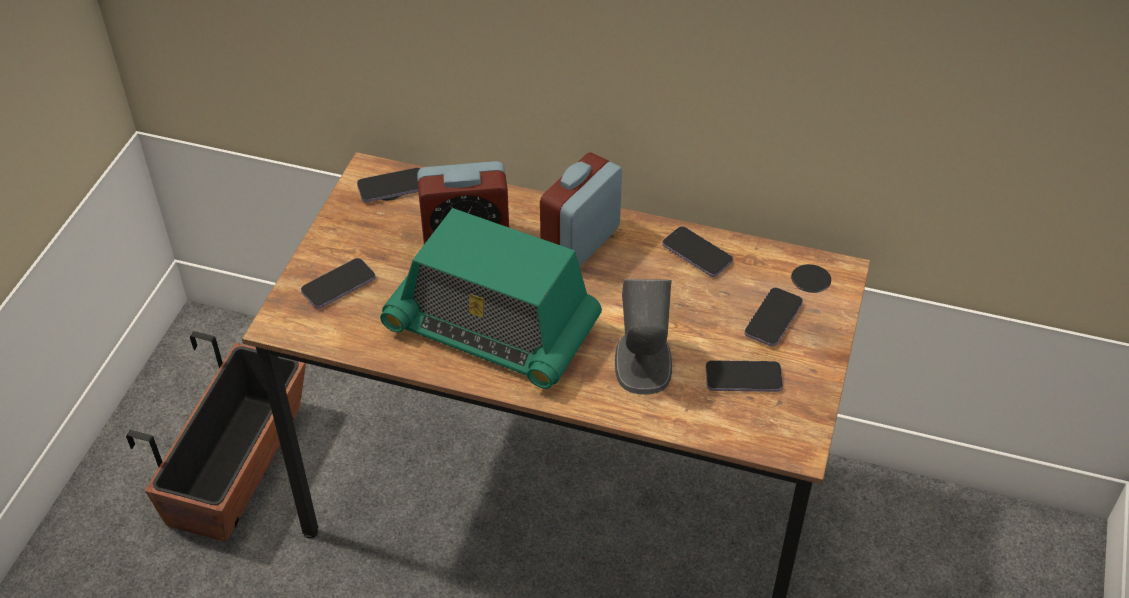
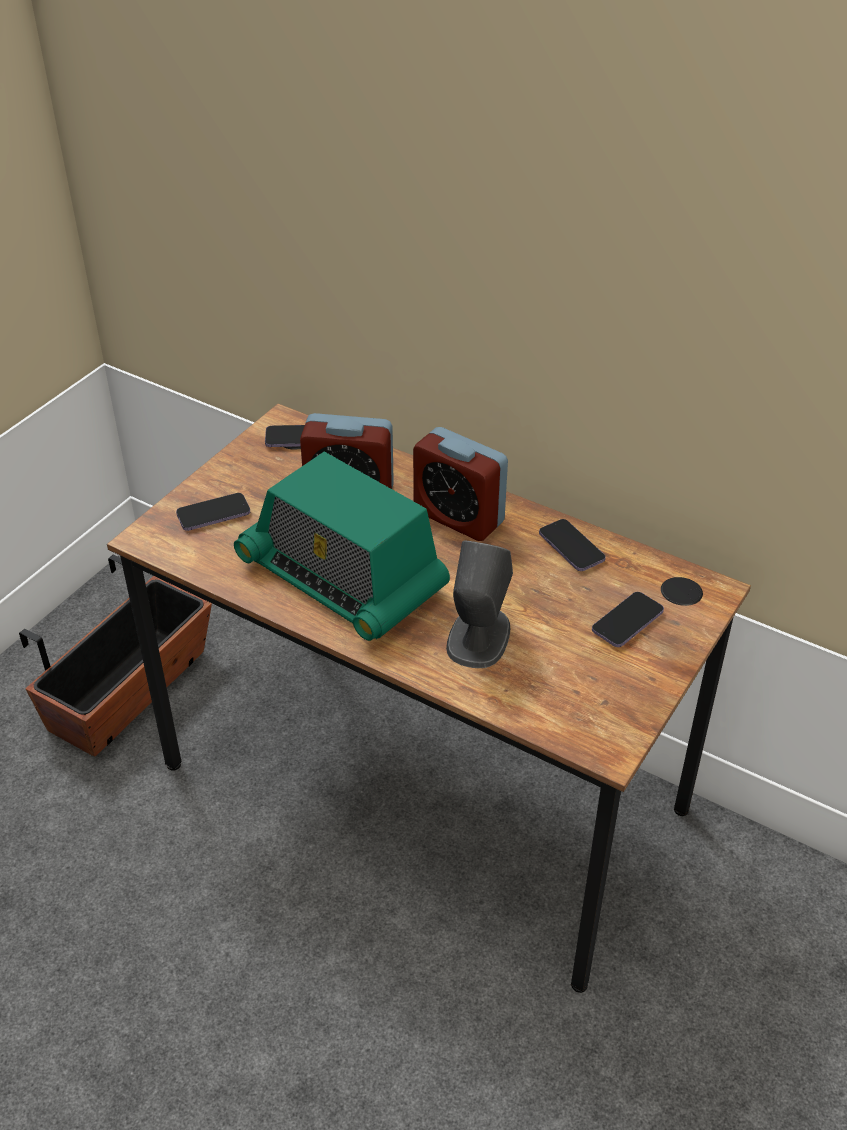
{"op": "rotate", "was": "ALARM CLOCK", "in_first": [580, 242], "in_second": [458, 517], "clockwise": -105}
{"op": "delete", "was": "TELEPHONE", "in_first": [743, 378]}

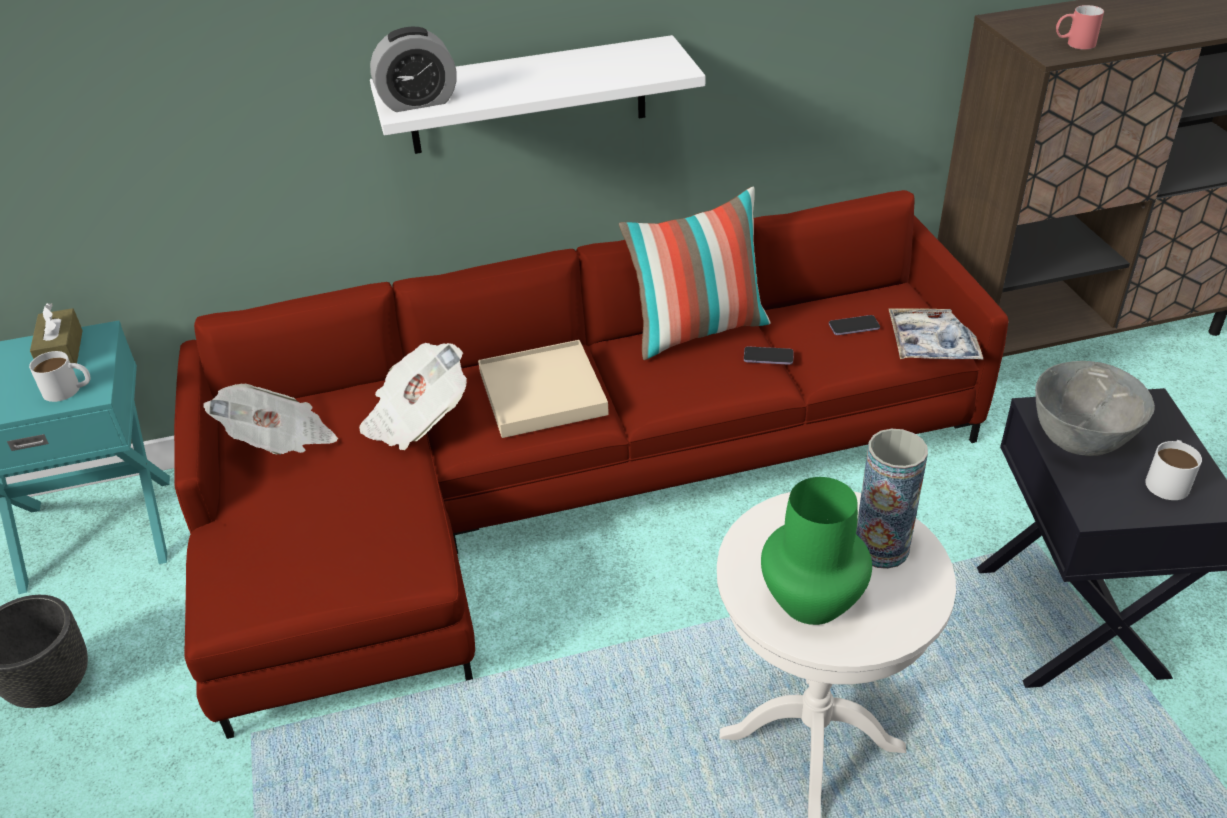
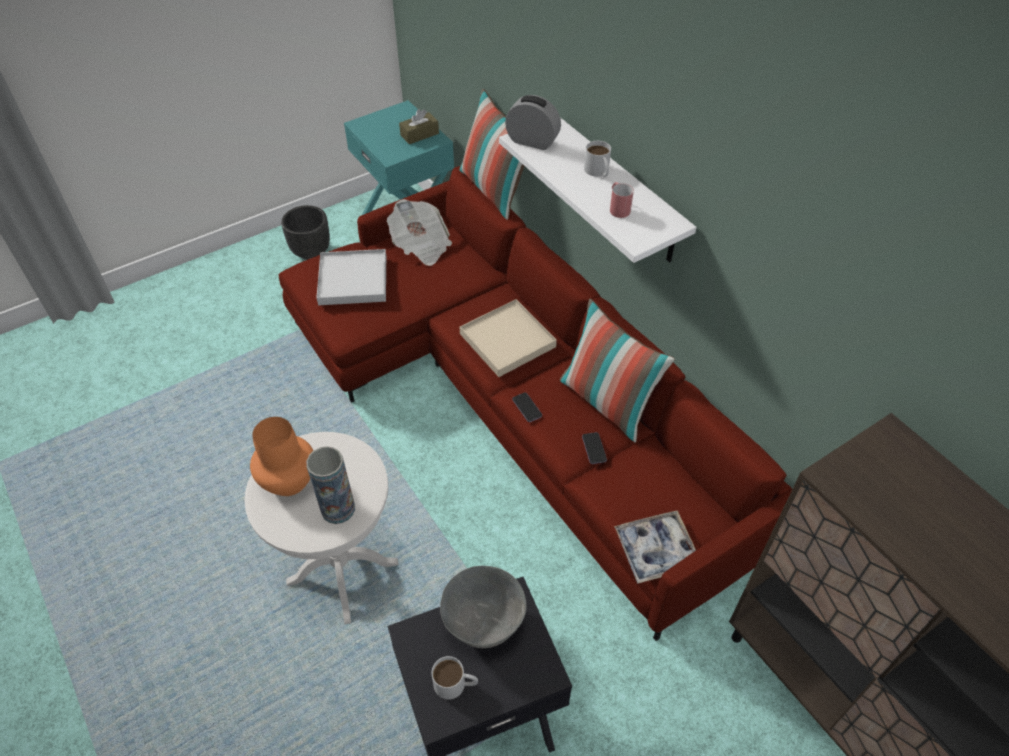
{"op": "move", "was": "WHITE-COLOURED MUG", "in_first": [69, 389], "in_second": [598, 172]}
{"op": "delete", "was": "NEWSPAPER", "in_first": [416, 419]}
{"op": "rotate", "was": "ALARM CLOCK", "in_first": [418, 102], "in_second": [532, 141], "clockwise": 150}
{"op": "recolor", "was": "GREENISH VASE", "now": "ORANGE-COLOURED VASE", "in_first": [809, 600], "in_second": [289, 480]}
{"op": "move", "was": "TELEPHONE", "in_first": [854, 327], "in_second": [527, 408]}
{"op": "move", "was": "REDDISH MUG", "in_first": [1074, 44], "in_second": [618, 207]}
{"op": "insert", "now": "WHITE-COLOURED TRAY", "in_second": [353, 280]}
{"op": "insert", "now": "CUSHION", "in_second": [495, 190]}

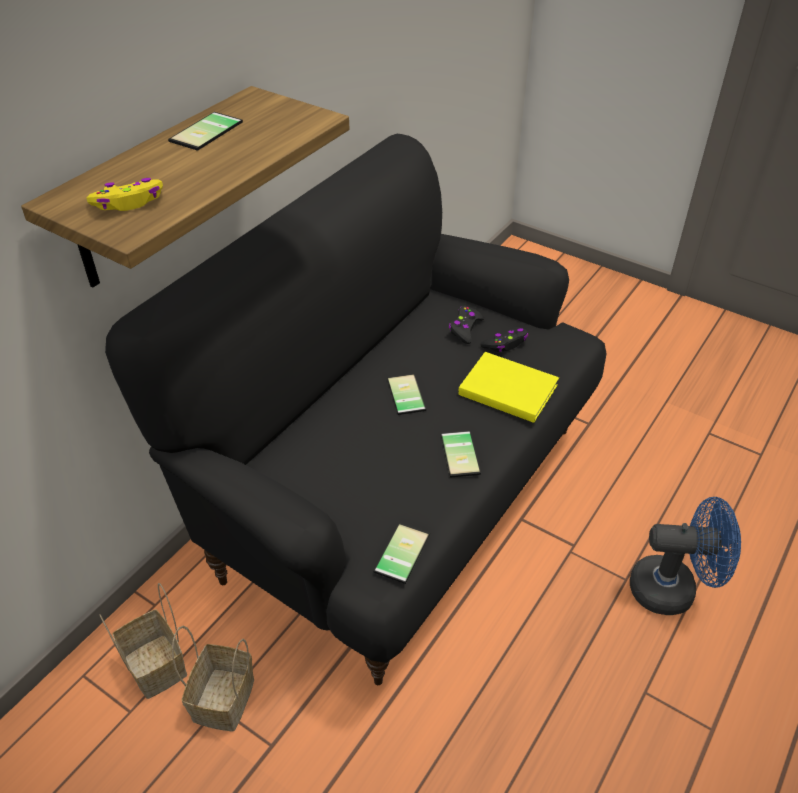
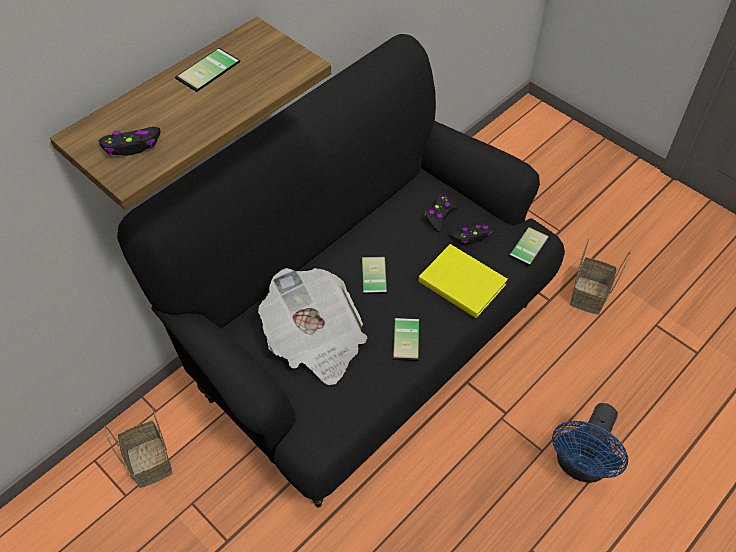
{"op": "recolor", "was": "YELLOWISH GAMEPAD", "now": "BLACK GAMEPAD", "in_first": [129, 203], "in_second": [132, 146]}
{"op": "move", "was": "HOUSEHOLD BASKET", "in_first": [224, 702], "in_second": [589, 297]}
{"op": "move", "was": "TELEPHONE", "in_first": [399, 551], "in_second": [527, 245]}
{"op": "rotate", "was": "BLUISH COOLING FAN", "in_first": [673, 589], "in_second": [580, 466], "clockwise": 105}
{"op": "insert", "now": "NEWSPAPER", "in_second": [315, 340]}

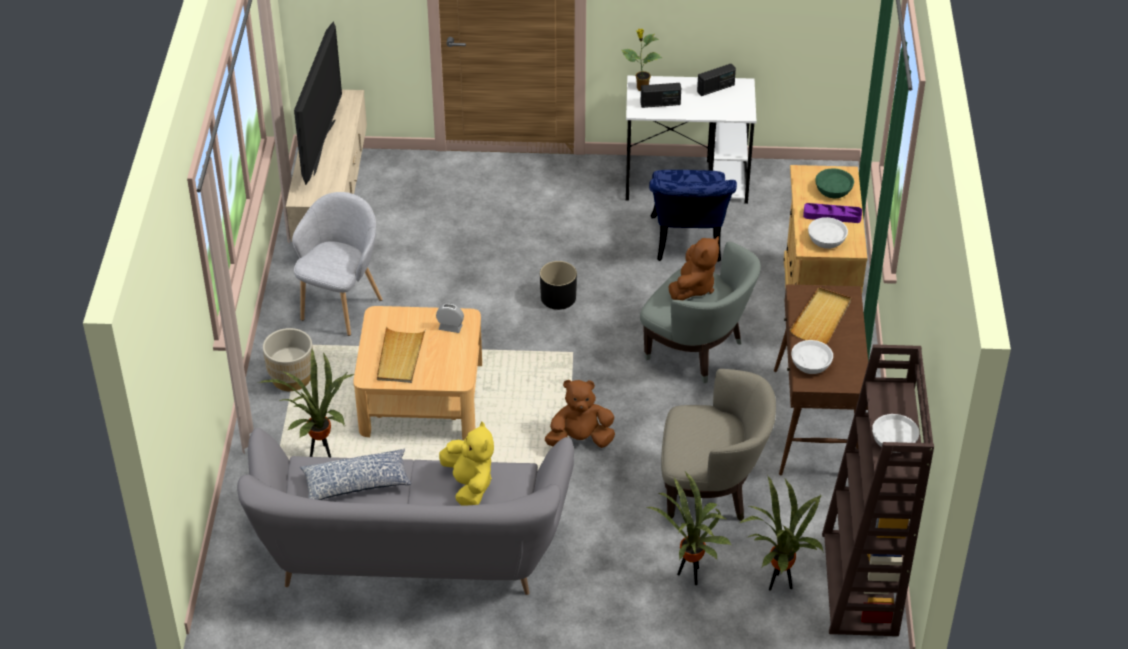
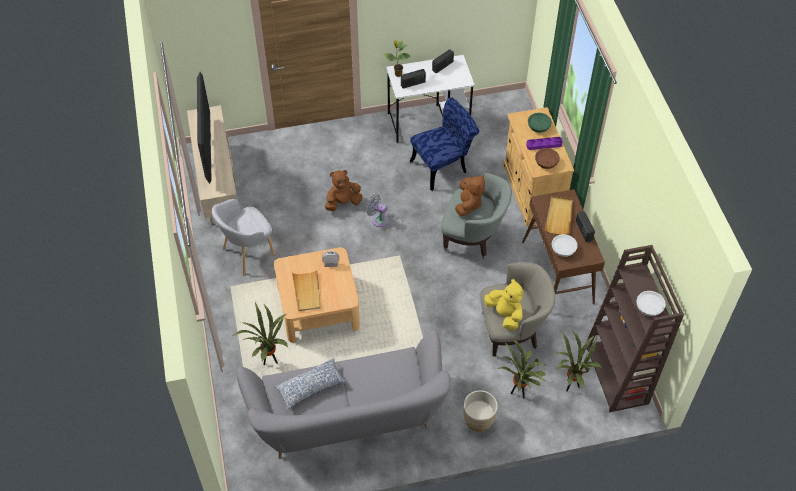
{"op": "move", "was": "SAND-COLOURED PLANTER", "in_first": [291, 378], "in_second": [478, 420]}
{"op": "rotate", "was": "GREY ARMCHAIR", "in_first": [341, 306], "in_second": [247, 253], "clockwise": -135}
{"op": "move", "was": "YELLOWISH CUDDLY TOY", "in_first": [469, 485], "in_second": [505, 314]}
{"op": "replace", "was": "BLACK PLANTER", "now": "GREY COOLING FAN", "in_first": [558, 298], "in_second": [378, 219]}
{"op": "move", "was": "BROWNISH CUDDLY TOY", "in_first": [580, 439], "in_second": [343, 202]}
{"op": "rotate", "was": "BLUISH UPRIGHT CHAIR", "in_first": [687, 244], "in_second": [443, 166], "clockwise": -105}
{"op": "recolor", "was": "WHITE-COLOURED BOWL", "now": "BROWNISH BOWL", "in_first": [826, 239], "in_second": [546, 162]}
{"op": "insert", "now": "RADIO", "in_second": [583, 231]}

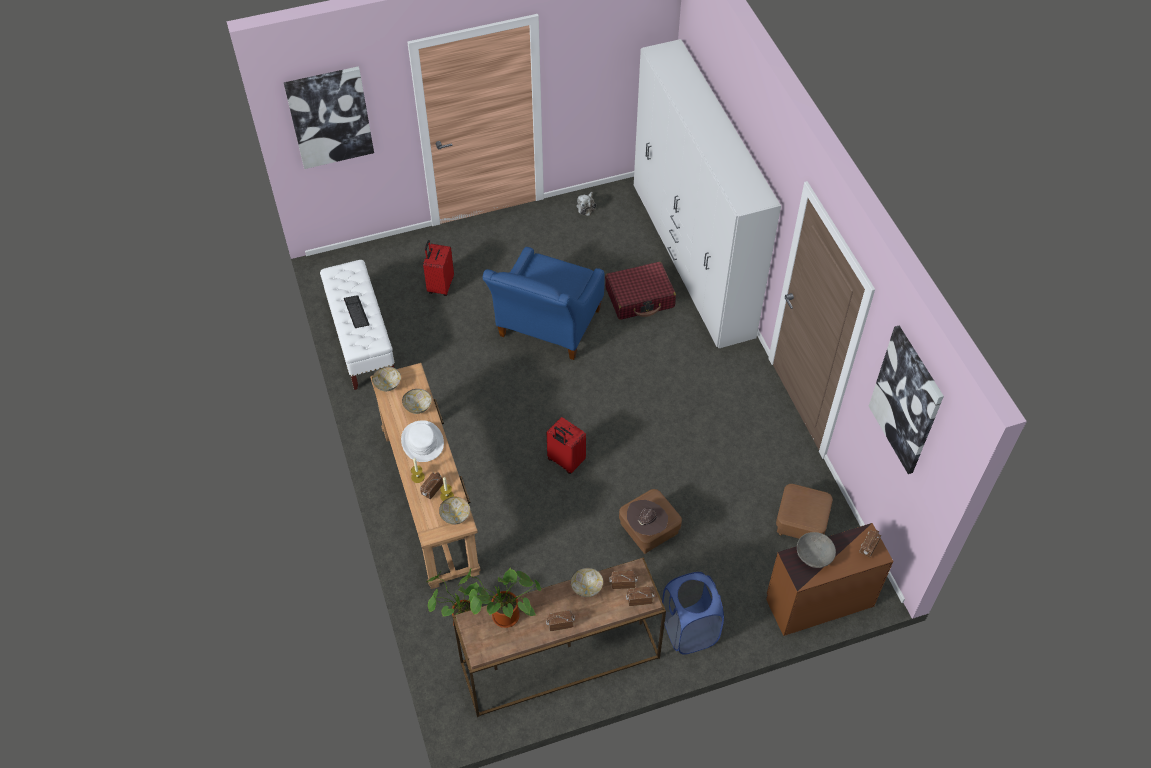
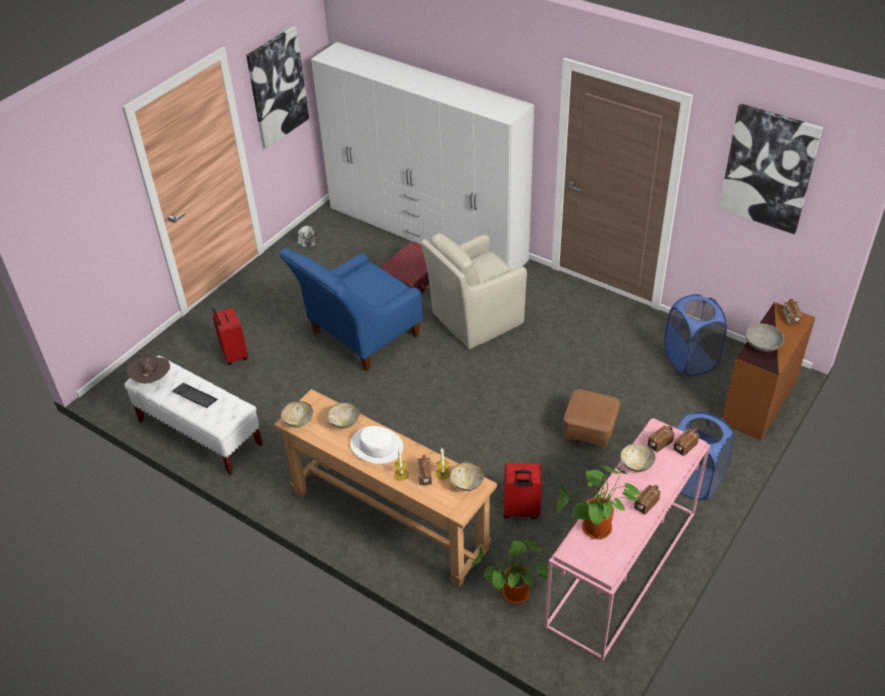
{"op": "move", "was": "PICTURE", "in_first": [330, 117], "in_second": [277, 87]}
{"op": "recolor", "was": "BROWNISH HALL TABLE", "now": "PINK-COLOURED HALL TABLE", "in_first": [559, 662], "in_second": [623, 570]}
{"op": "rotate", "was": "BLUISH ARMCHAIR", "in_first": [546, 328], "in_second": [359, 338], "clockwise": 60}
{"op": "move", "was": "REDDISH PIECE OF LUGGAGE", "in_first": [565, 461], "in_second": [521, 511]}
{"op": "move", "was": "BROWNISH CLOTHING HAT", "in_first": [646, 525], "in_second": [152, 380]}
{"op": "replace", "was": "BROWNISH FOOTREST", "now": "BLUISH HAMPER", "in_first": [800, 524], "in_second": [690, 360]}
{"op": "insert", "now": "SAND-COLOURED ARMCHAIR", "in_second": [474, 319]}

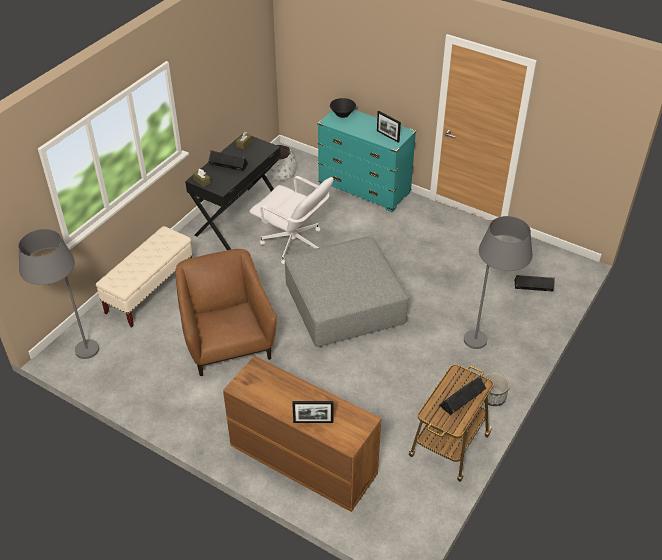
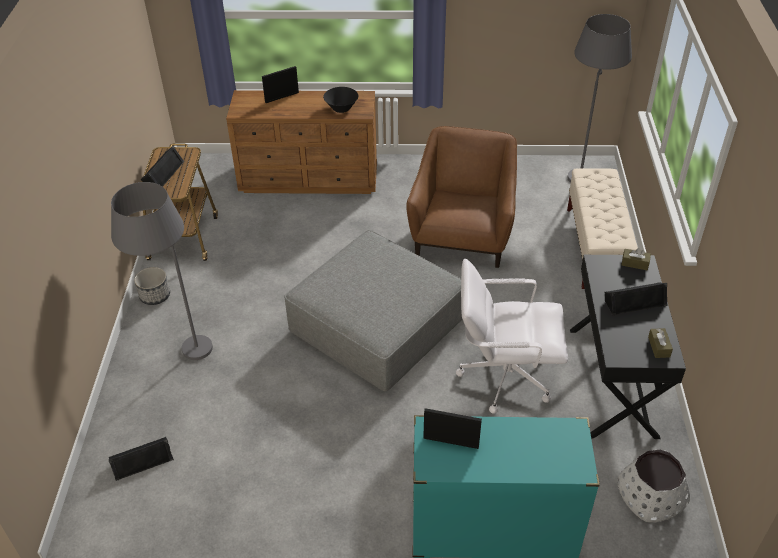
{"op": "rotate", "was": "BROWNISH ARMCHAIR", "in_first": [228, 342], "in_second": [462, 235], "clockwise": -120}
{"op": "move", "was": "BLACK BOWL", "in_first": [342, 114], "in_second": [341, 108]}

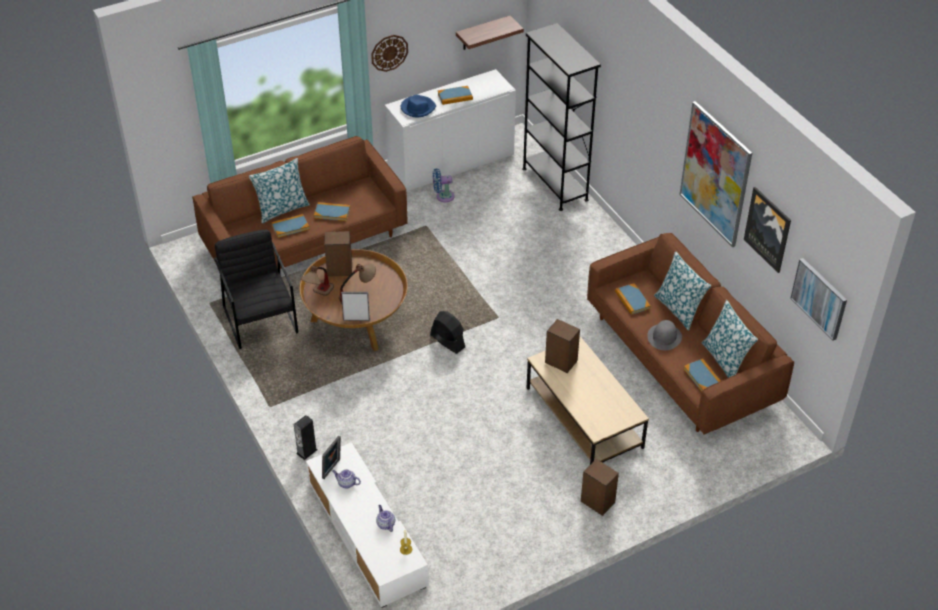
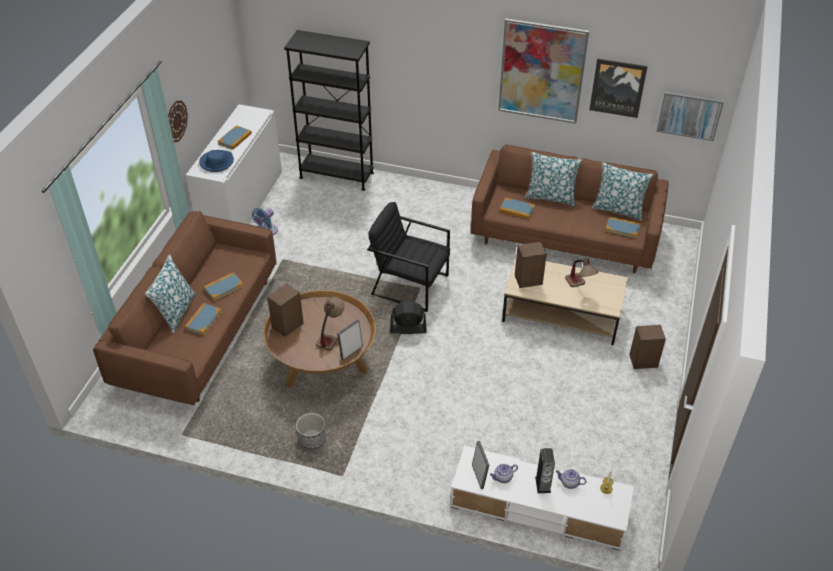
{"op": "move", "was": "BLACK ARMCHAIR", "in_first": [260, 319], "in_second": [410, 284]}
{"op": "move", "was": "LOUDSPEAKER", "in_first": [307, 451], "in_second": [543, 484]}
{"op": "move", "was": "TABLETOP LAMP", "in_first": [318, 295], "in_second": [579, 287]}
{"op": "delete", "was": "WALL SHELF", "in_first": [482, 33]}
{"op": "delete", "was": "GREY CLOTHING HAT", "in_first": [664, 337]}
{"op": "insert", "now": "PLANTER", "in_second": [312, 439]}

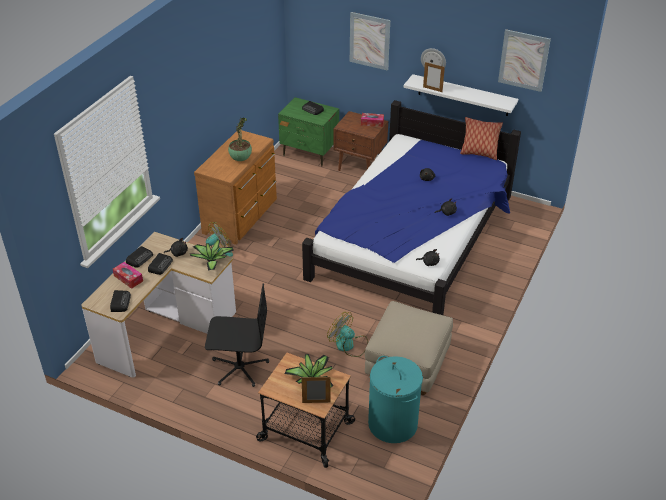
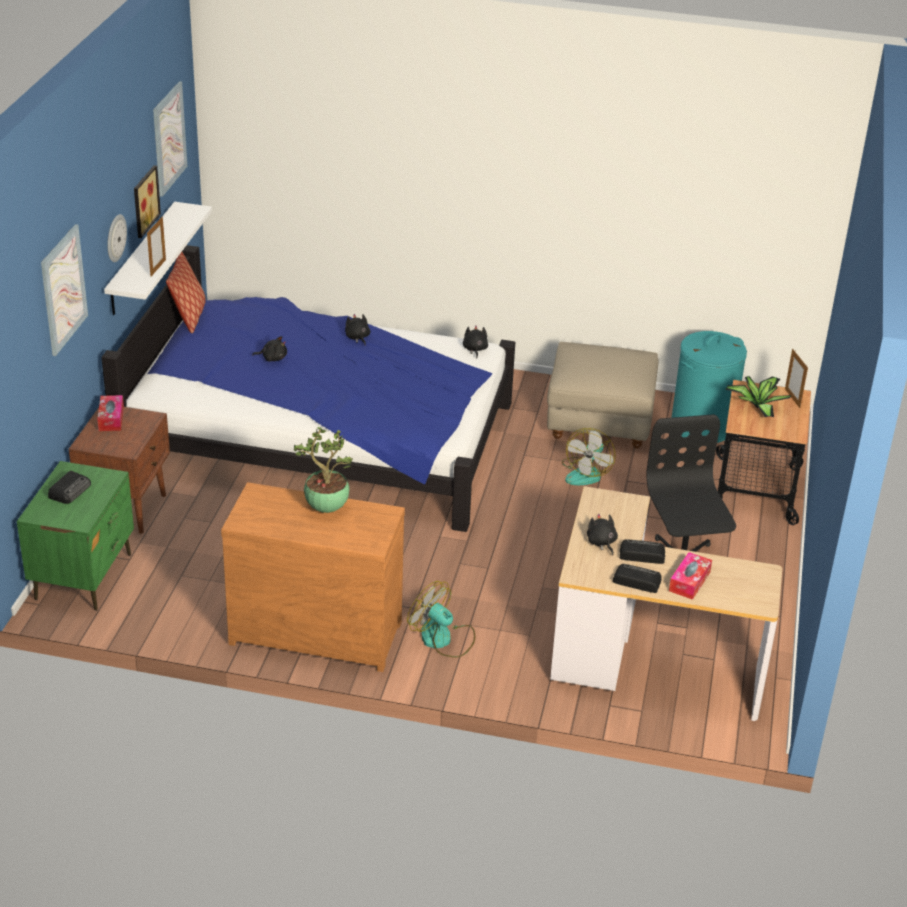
{"op": "delete", "was": "RADIO", "in_first": [120, 302]}
{"op": "delete", "was": "POTTED PLANT", "in_first": [212, 260]}
{"op": "insert", "now": "PICTURE", "in_second": [143, 201]}

